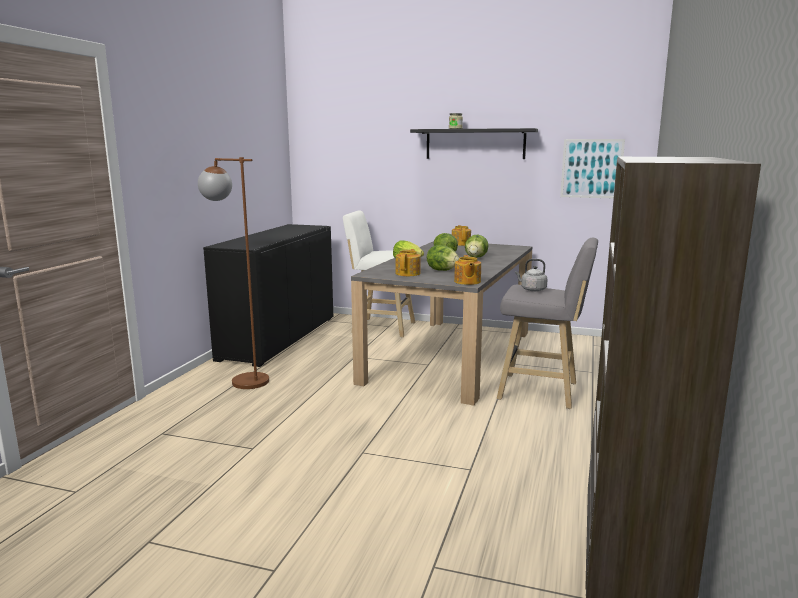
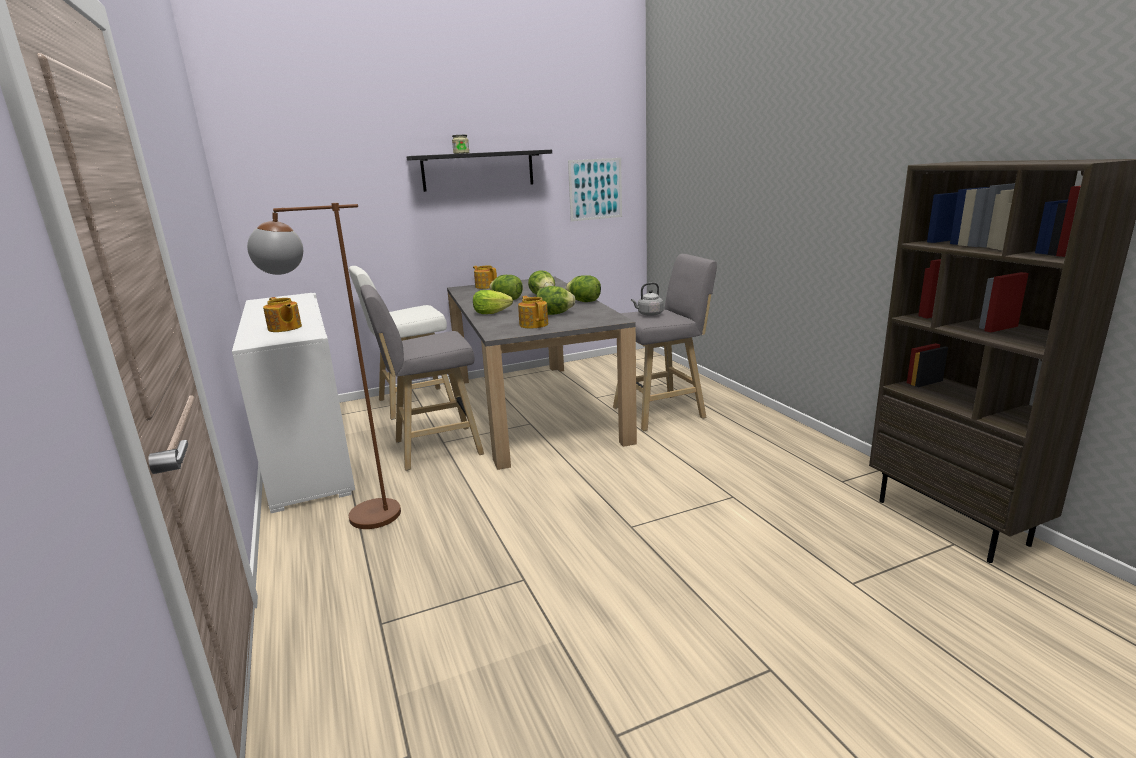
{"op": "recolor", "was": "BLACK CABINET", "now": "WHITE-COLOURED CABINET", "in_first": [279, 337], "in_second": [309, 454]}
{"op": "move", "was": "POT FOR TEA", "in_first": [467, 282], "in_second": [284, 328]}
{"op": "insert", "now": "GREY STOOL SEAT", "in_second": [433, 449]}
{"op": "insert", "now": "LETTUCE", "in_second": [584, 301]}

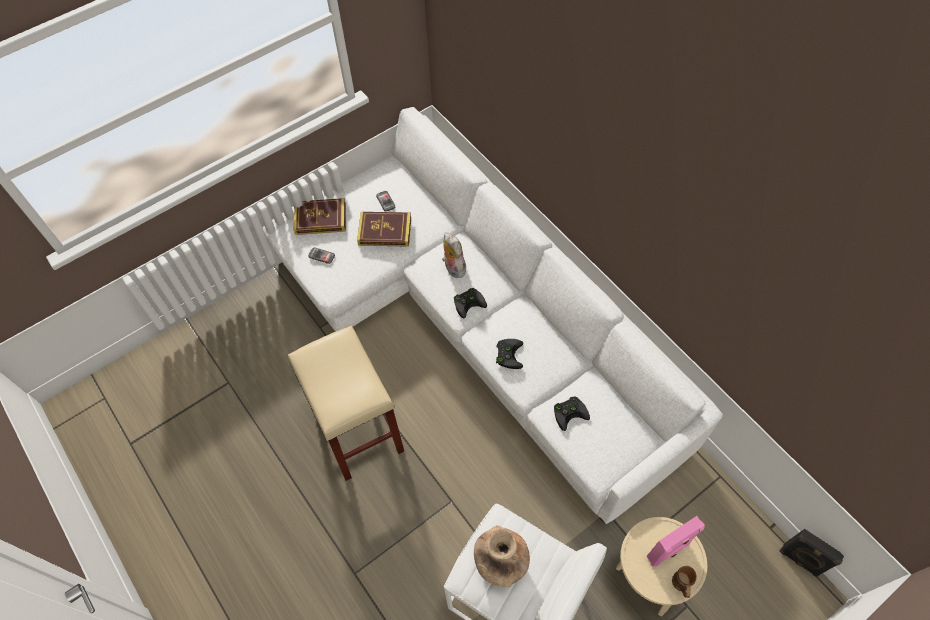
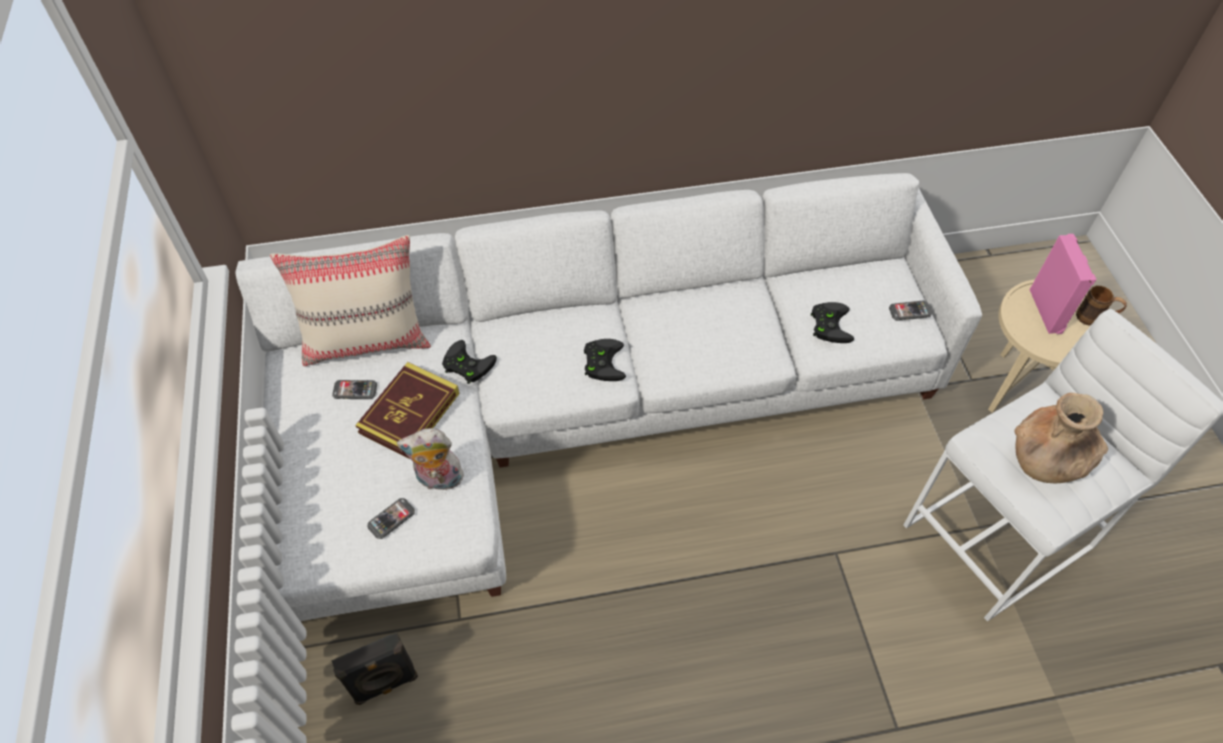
{"op": "delete", "was": "SAND-COLOURED STOOL SEAT", "in_first": [359, 431]}
{"op": "delete", "was": "BOUND BOOK", "in_first": [320, 219]}
{"op": "move", "was": "CUDDLY TOY", "in_first": [453, 268], "in_second": [438, 480]}
{"op": "move", "was": "BLACK GAMEPAD", "in_first": [508, 354], "in_second": [465, 365]}
{"op": "move", "was": "BLACK LOUDSPEAKER", "in_first": [799, 561], "in_second": [385, 685]}
{"op": "insert", "now": "SAND-COLOURED CUSHION", "in_second": [367, 340]}
{"op": "insert", "now": "TELEPHONE", "in_second": [909, 311]}

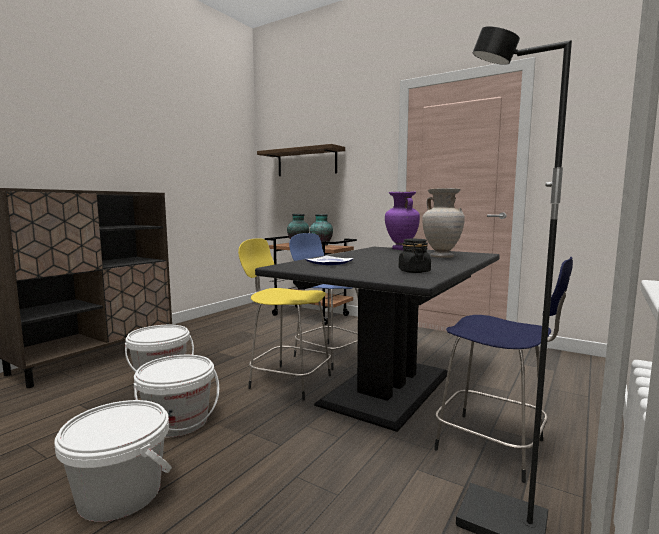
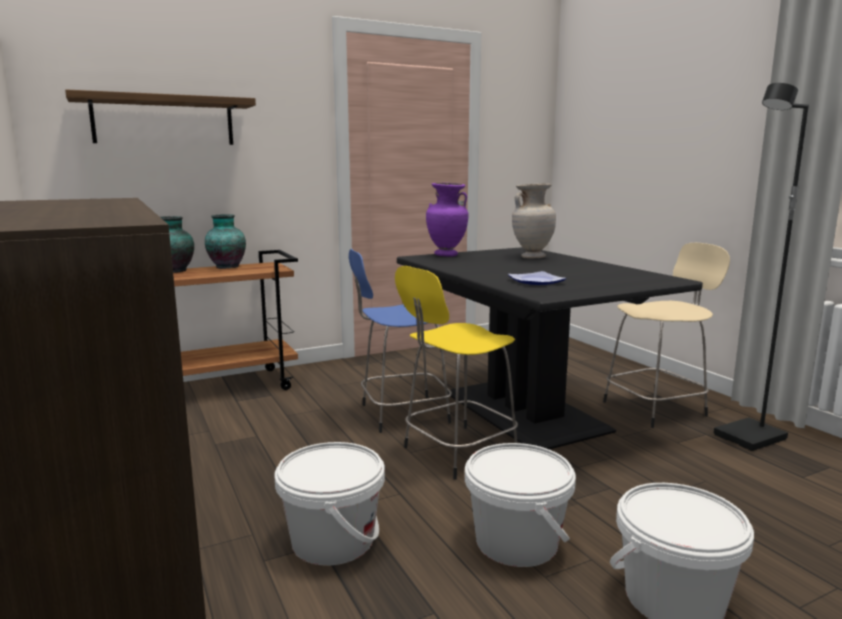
{"op": "delete", "was": "BLACK PRESERVE JAR", "in_first": [414, 271]}
{"op": "recolor", "was": "BLUISH STOOL SEAT", "now": "SAND-COLOURED STOOL SEAT", "in_first": [494, 446], "in_second": [657, 408]}

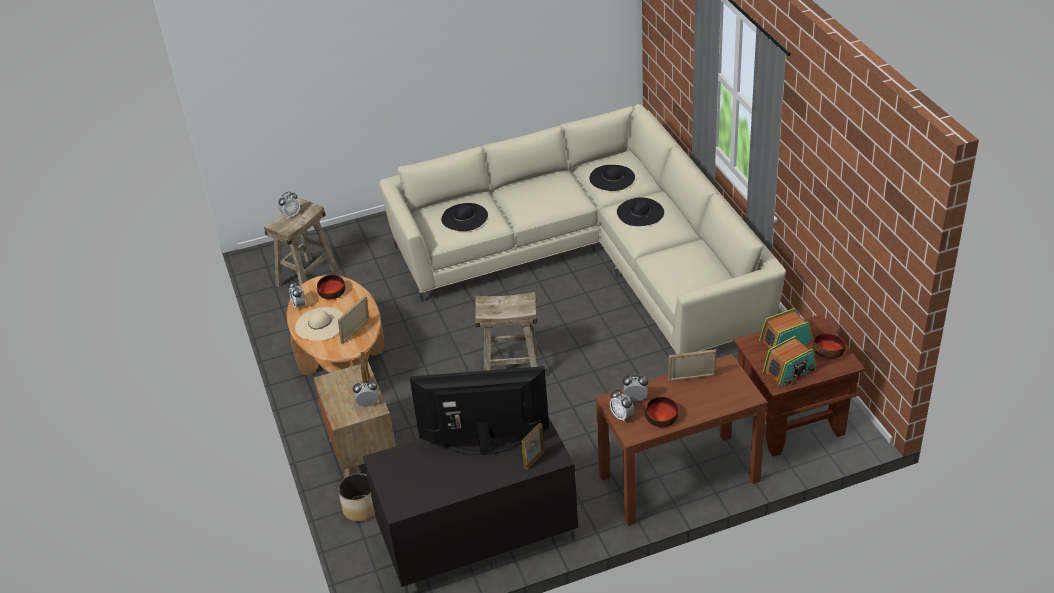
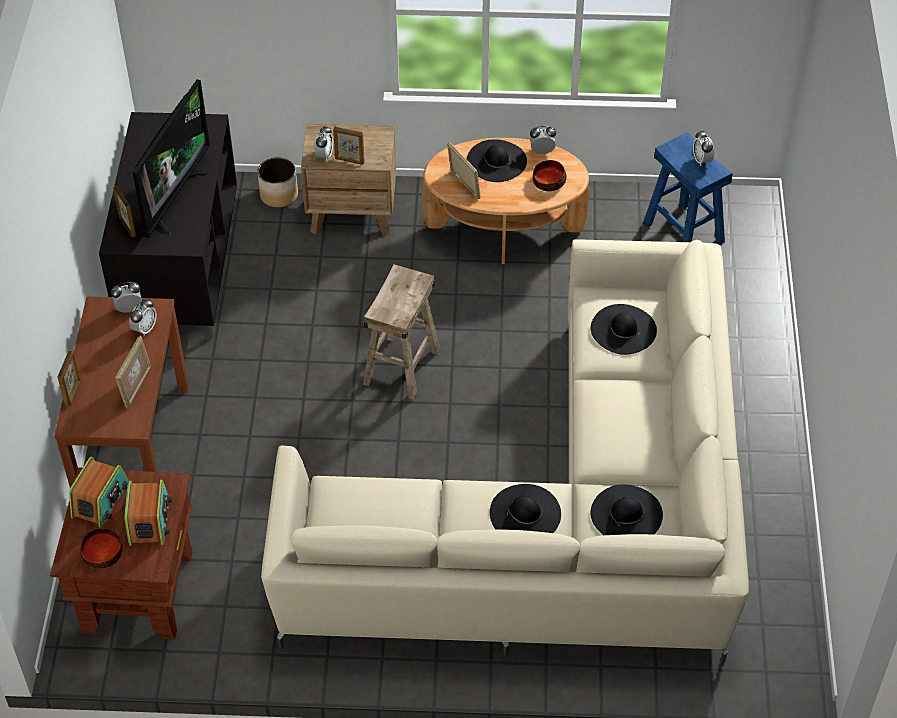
{"op": "recolor", "was": "SAND-COLOURED STOOL SEAT", "now": "BLUISH STOOL SEAT", "in_first": [307, 277], "in_second": [684, 232]}
{"op": "recolor", "was": "SAND-COLOURED CLOTHING HAT", "now": "BLACK CLOTHING HAT", "in_first": [320, 324], "in_second": [496, 161]}
{"op": "delete", "was": "BOWL", "in_first": [661, 417]}
{"op": "rotate", "was": "RADIO", "in_first": [789, 371], "in_second": [101, 500], "clockwise": -150}
{"op": "insert", "now": "STANDING FRAME", "in_second": [73, 393]}

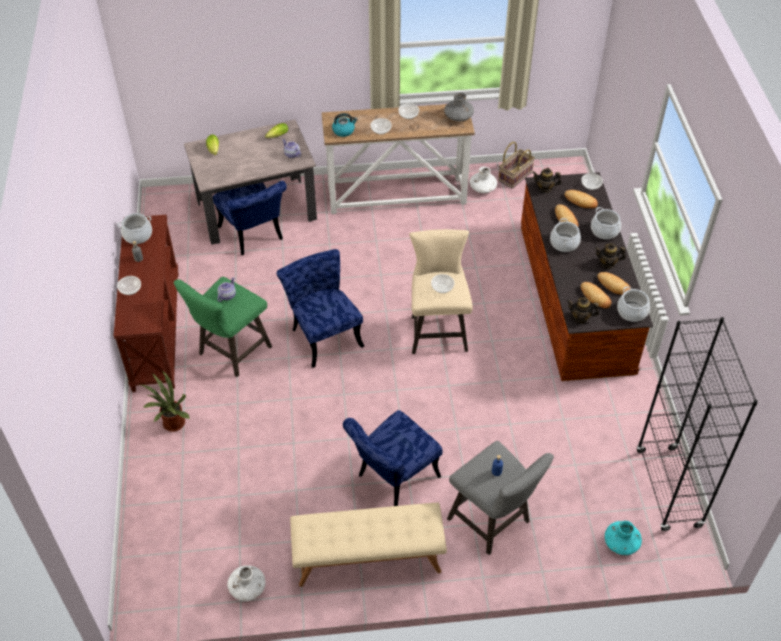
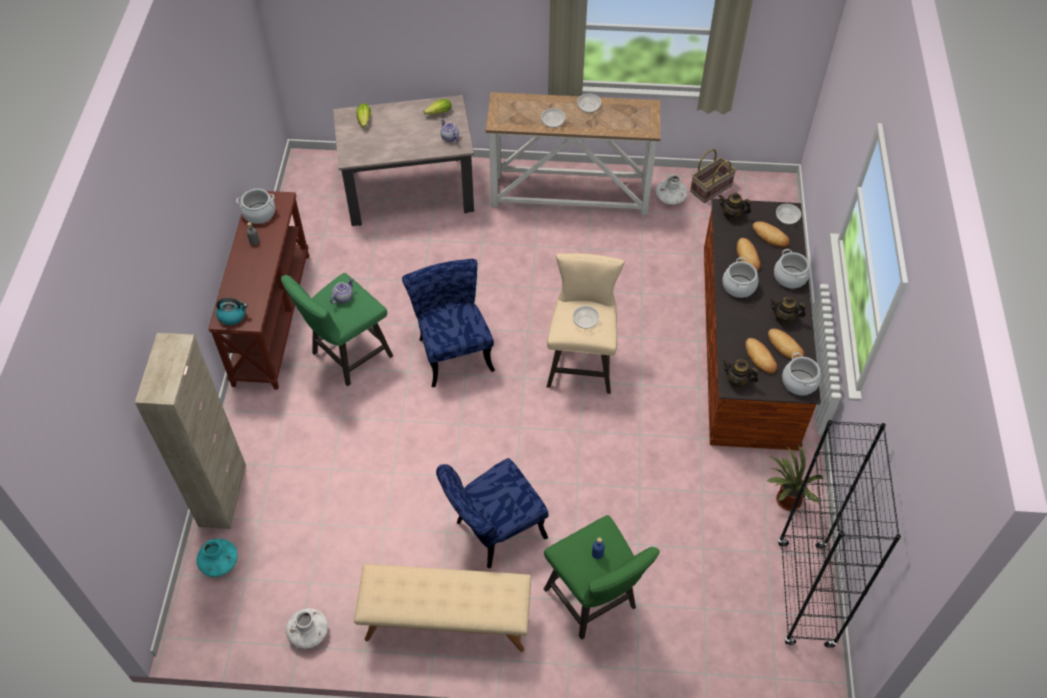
{"op": "delete", "was": "BOWL", "in_first": [130, 289]}
{"op": "move", "was": "POTTED PLANT", "in_first": [171, 424], "in_second": [785, 501]}
{"op": "delete", "was": "BLUISH UPRIGHT CHAIR", "in_first": [254, 236]}
{"op": "move", "was": "KETTLE", "in_first": [344, 130], "in_second": [233, 315]}
{"op": "delete", "was": "GREY VASE", "in_first": [458, 117]}
{"op": "recolor", "was": "GREY STOOL SEAT", "now": "GREENISH STOOL SEAT", "in_first": [493, 523], "in_second": [594, 603]}
{"op": "move", "was": "TURQUOISE VASE", "in_first": [621, 543], "in_second": [219, 562]}
{"op": "insert", "now": "SAND-COLOURED CABINET", "in_second": [223, 495]}

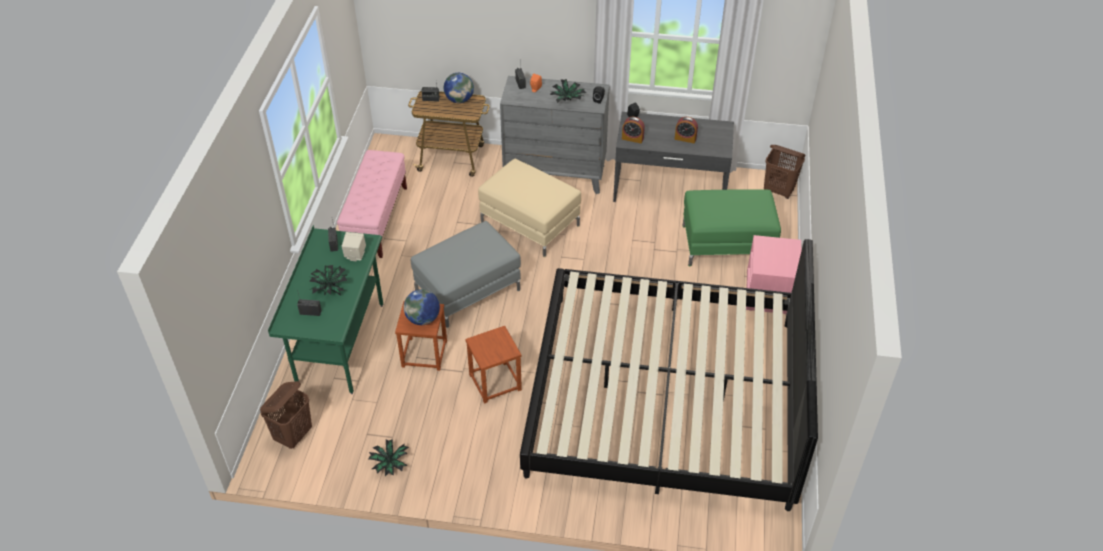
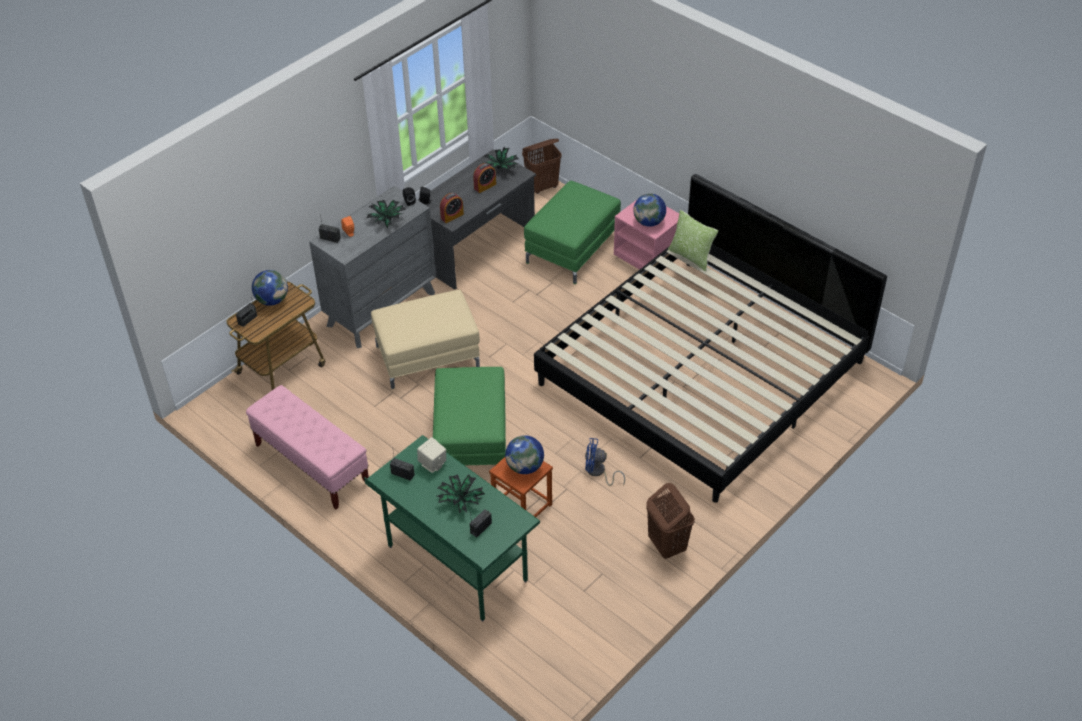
{"op": "move", "was": "BROWNISH HAMPER", "in_first": [294, 435], "in_second": [666, 545]}
{"op": "move", "was": "POTTED PLANT", "in_first": [390, 464], "in_second": [500, 168]}
{"op": "recolor", "was": "GREY FOOTREST", "now": "GREENISH FOOTREST", "in_first": [467, 290], "in_second": [470, 439]}
{"op": "replace", "was": "BROWNISH STOOL SEAT", "now": "BLUISH COOLING FAN", "in_first": [495, 382], "in_second": [598, 472]}
{"op": "insert", "now": "WORLD GLOBE", "in_second": [649, 222]}
{"op": "insert", "now": "CUSHION", "in_second": [691, 257]}

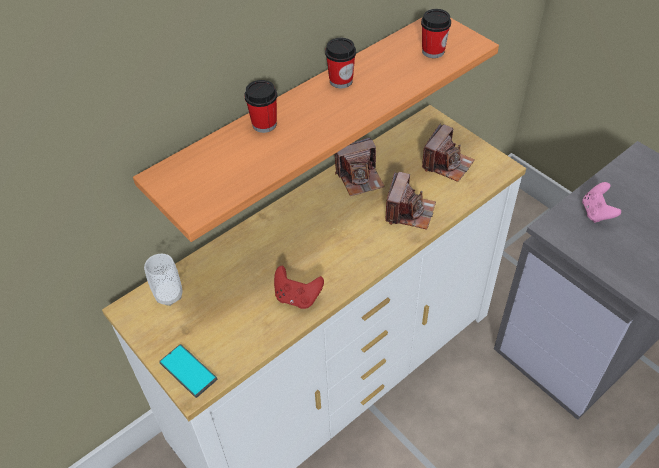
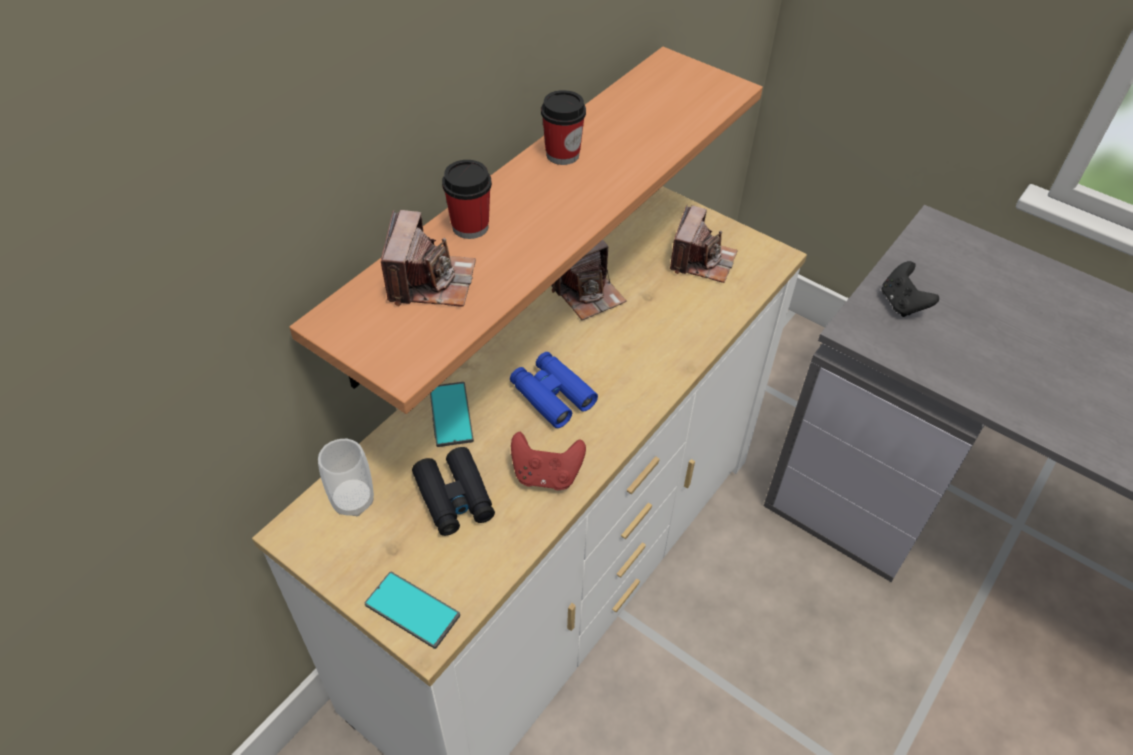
{"op": "move", "was": "PHOTO CAMERA", "in_first": [409, 212], "in_second": [430, 281]}
{"op": "delete", "was": "CUP", "in_first": [433, 51]}
{"op": "recolor", "was": "PINK-COLOURED GAMEPAD", "now": "BLACK GAMEPAD", "in_first": [596, 212], "in_second": [902, 303]}
{"op": "insert", "now": "BLACK BINOCULARS", "in_second": [454, 498]}
{"op": "insert", "now": "TELEPHONE", "in_second": [450, 414]}
{"op": "insert", "now": "BLUISH BINOCULARS", "in_second": [552, 395]}

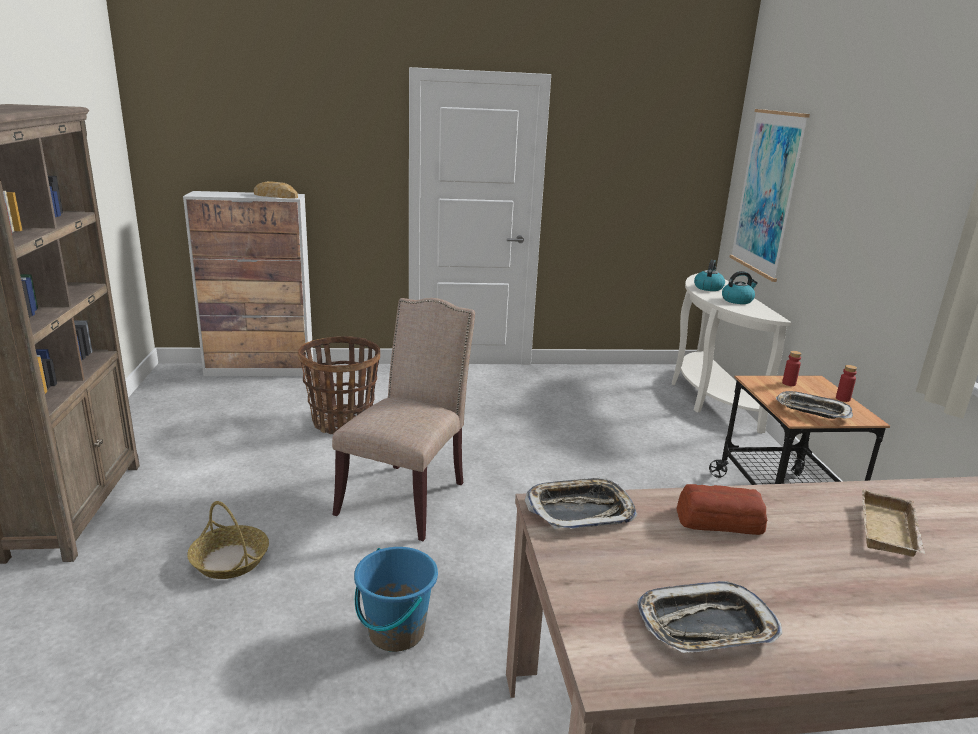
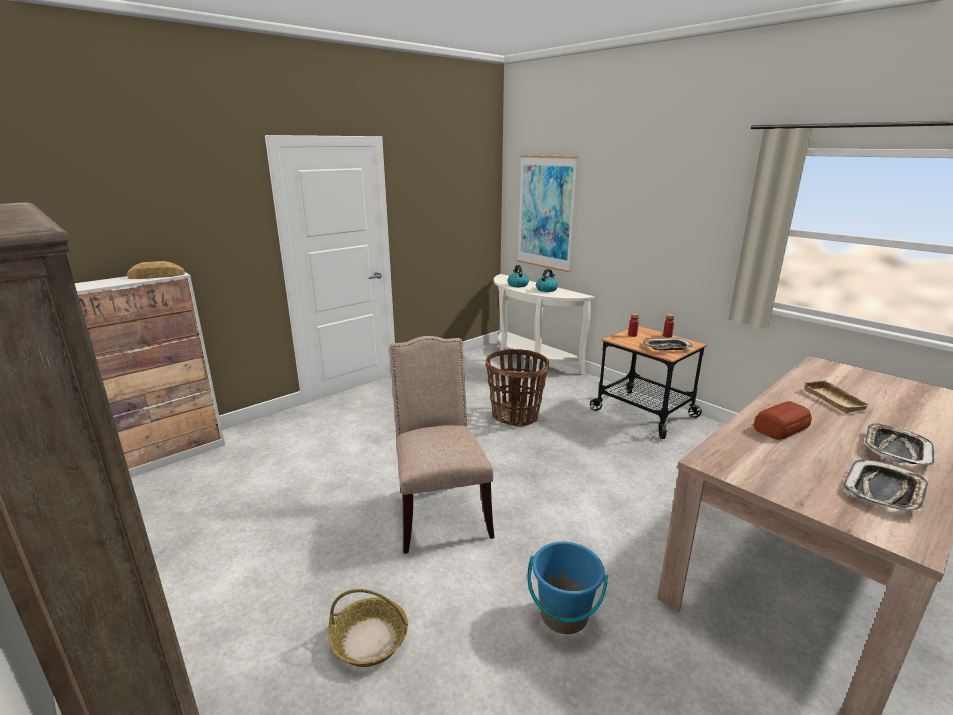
{"op": "move", "was": "HOUSEHOLD BASKET", "in_first": [342, 422], "in_second": [515, 416]}
{"op": "move", "was": "TRAY", "in_first": [580, 510], "in_second": [895, 449]}

